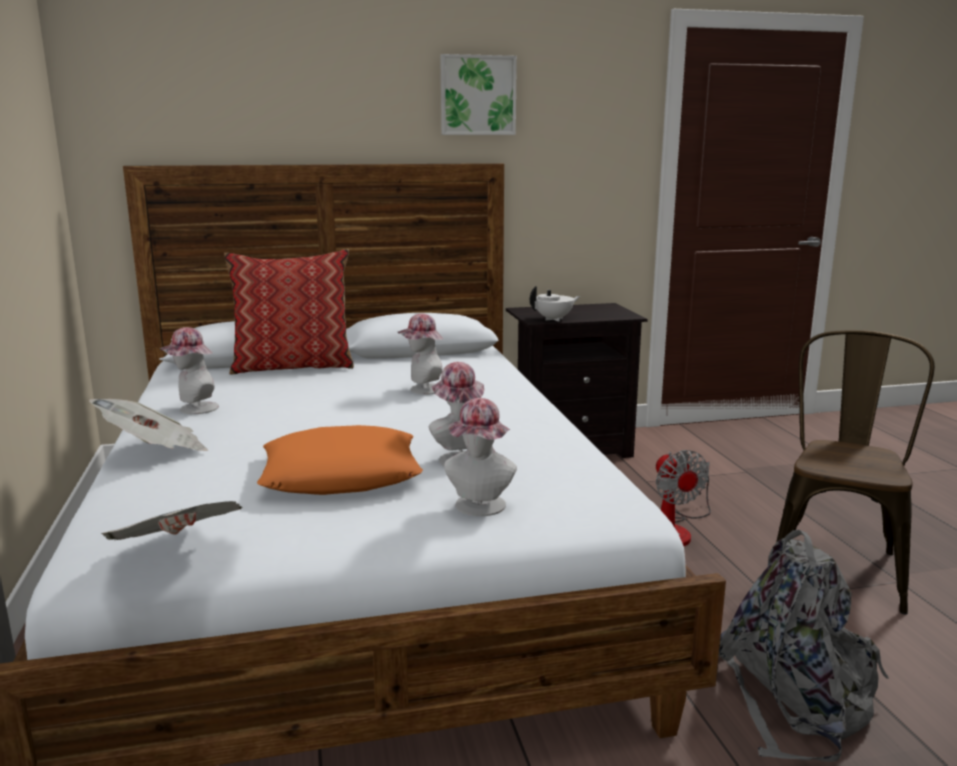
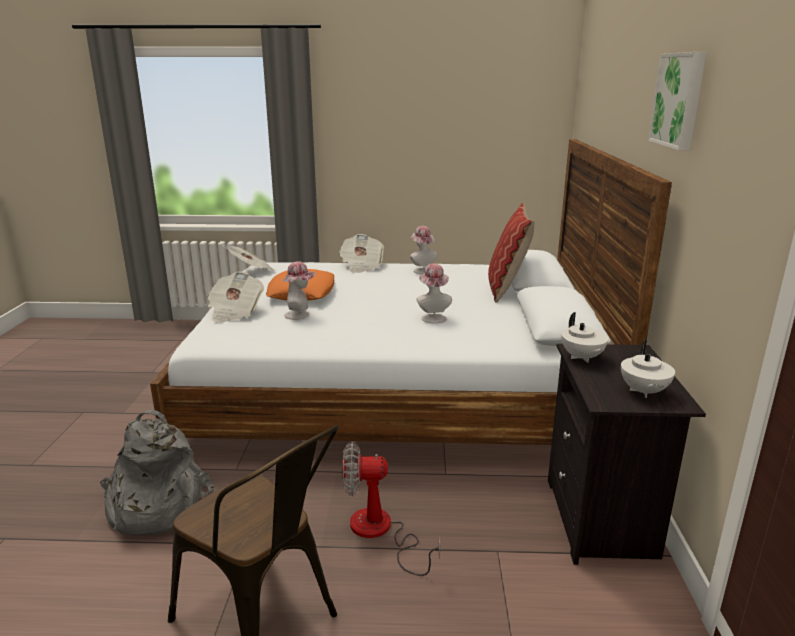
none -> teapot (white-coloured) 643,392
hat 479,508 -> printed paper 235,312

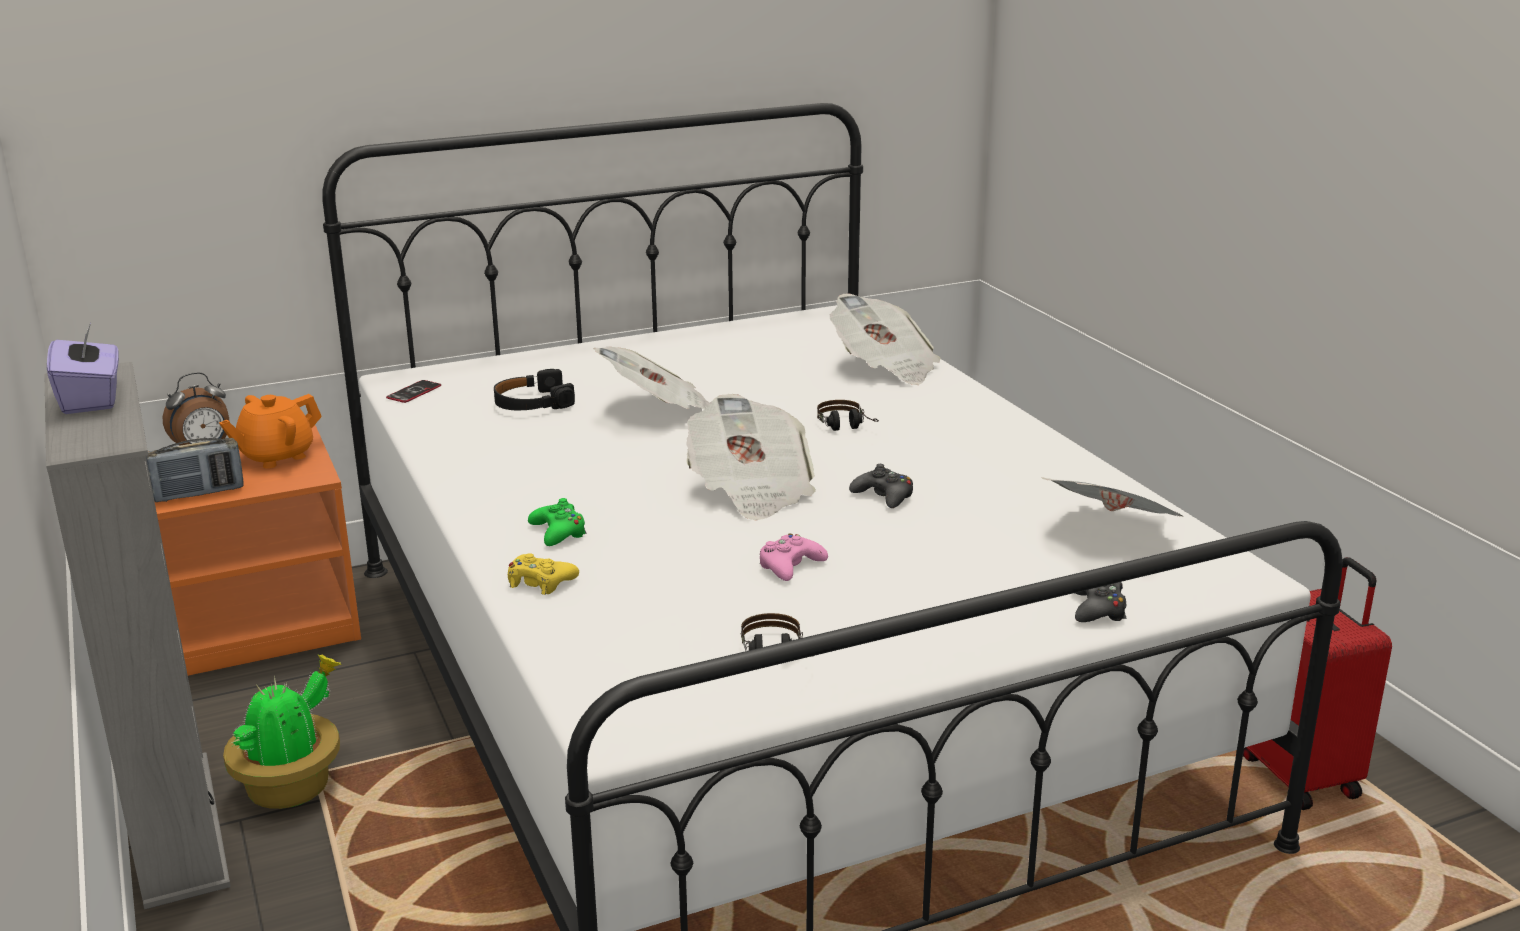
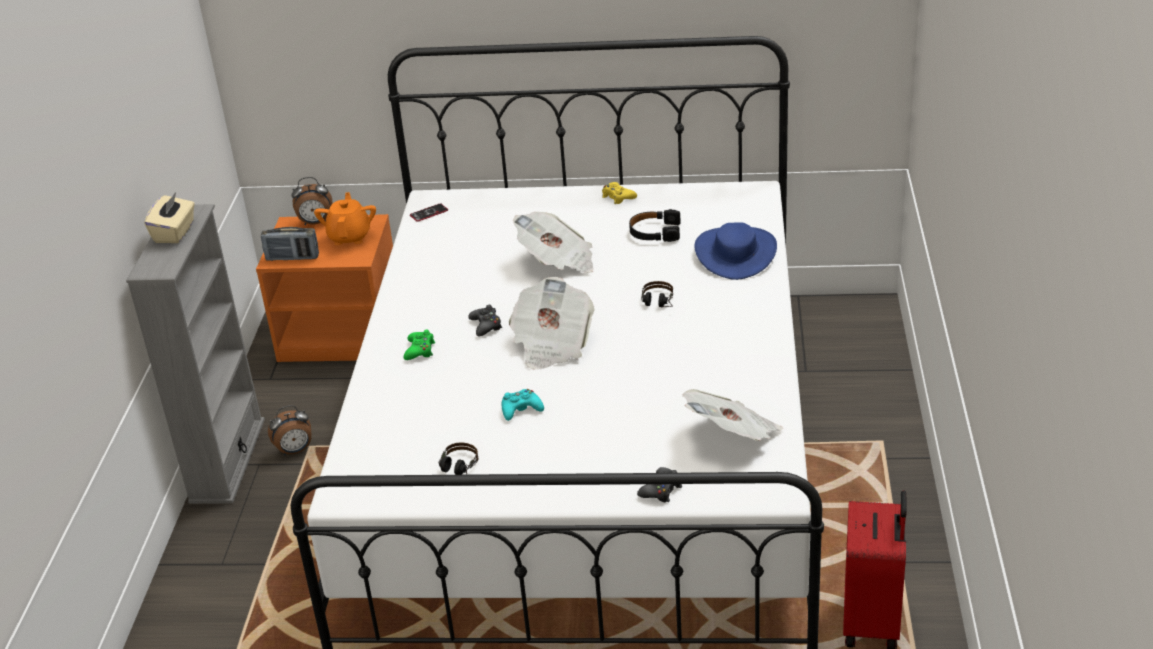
headphones (blackish) 532,403 -> headphones (blackish) 655,232, move
gamepad (yellowish) 540,582 -> gamepad (yellowish) 618,197, move
gamepad (blackish) 884,496 -> gamepad (blackish) 486,326, move
potted plant 292,786 -> alarm clock 295,451
printed paper 885,367 -> hat (bluish) 736,253
box of tissues (purplish) 92,399 -> box of tissues (sand-coloured) 175,233
gamepad (pink-coloured) 790,566 -> gamepad (blue-green) 521,409
teapot (orange-coloured) 276,456 -> teapot (orange-coloured) 350,237, 105 degrees clockwise

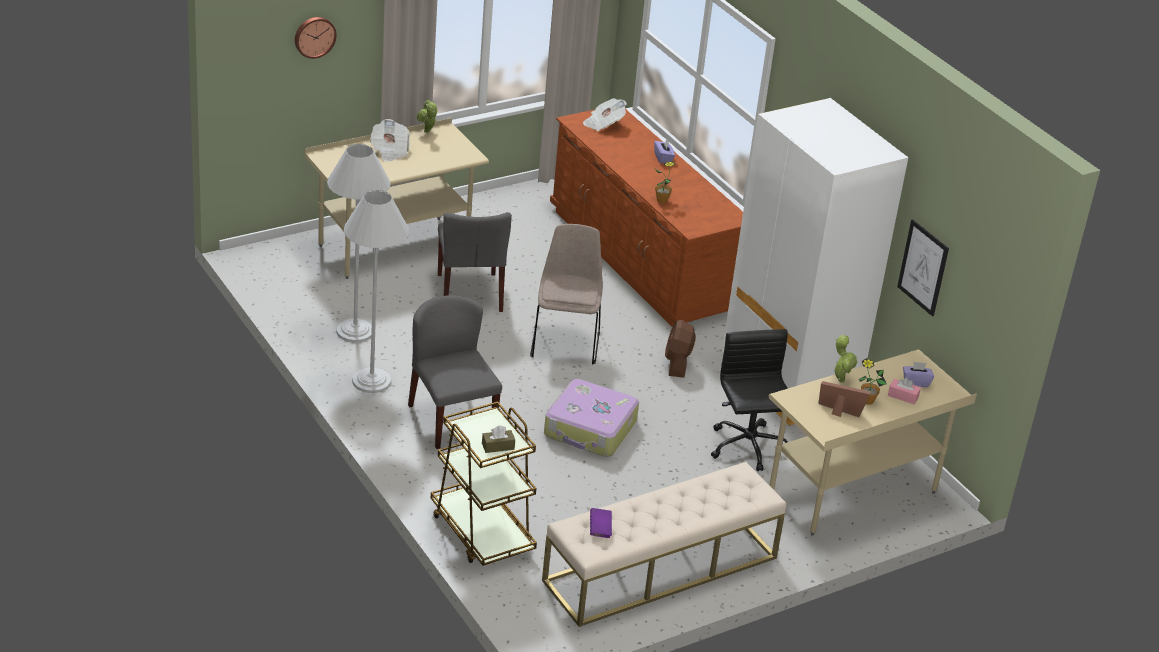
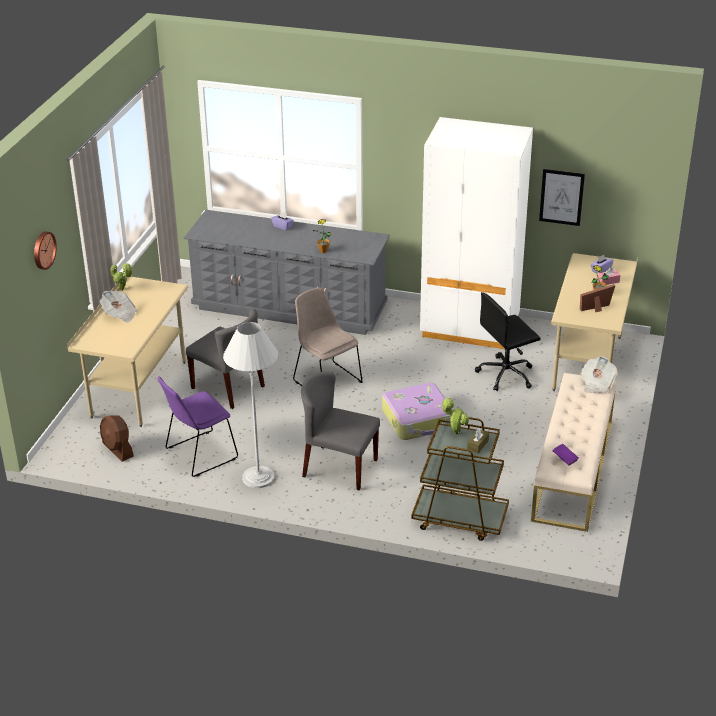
printed paper 603,124 -> printed paper 596,384, move
electric fan (brown-coloured) 677,363 -> electric fan (brown-coloured) 117,450, move
potted plant 840,379 -> potted plant 455,432, move
floor lamp (white-coloured) 355,331 -> upright chair (purplish) 199,455
dresser (brown-coloured) 640,259 -> dresser (grey) 289,307
office chair (blackish) 748,447 -> office chair (blackish) 506,374, 60 degrees counterclockwise

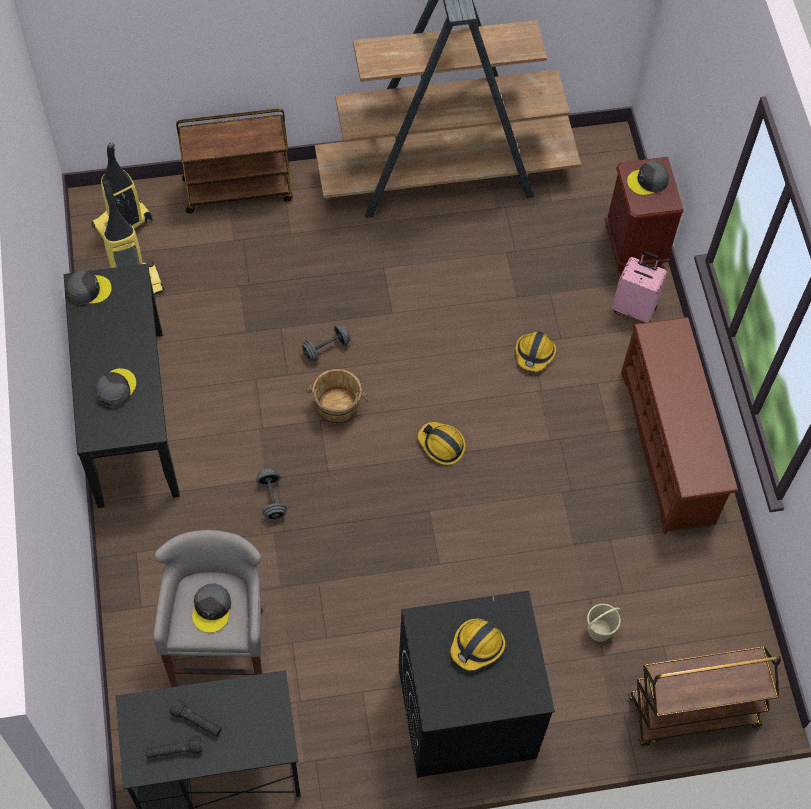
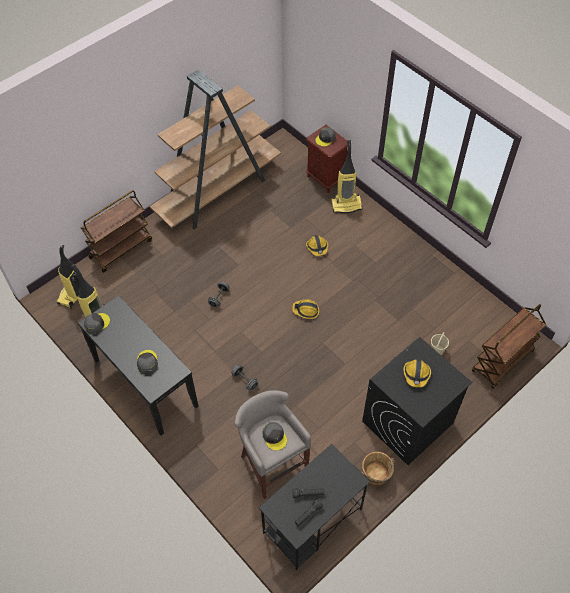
shoe rack (brown-coloured) 669,447 -> none
water bucket (brown-coloured) 337,408 -> water bucket (brown-coloured) 376,475, move
piece of luggage (pink-coloured) 634,308 -> hoover 346,204

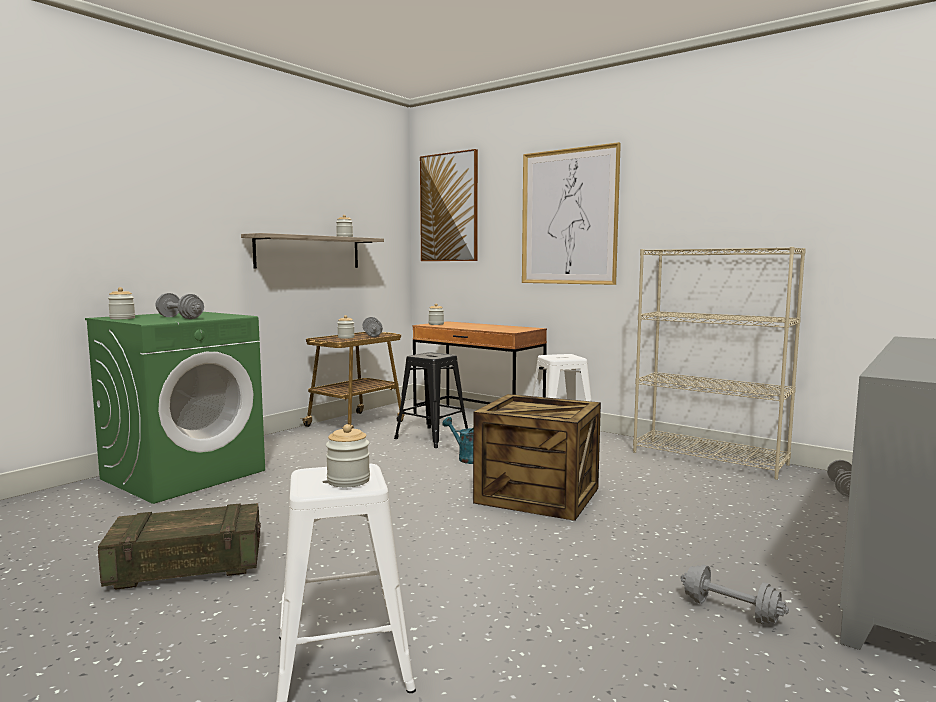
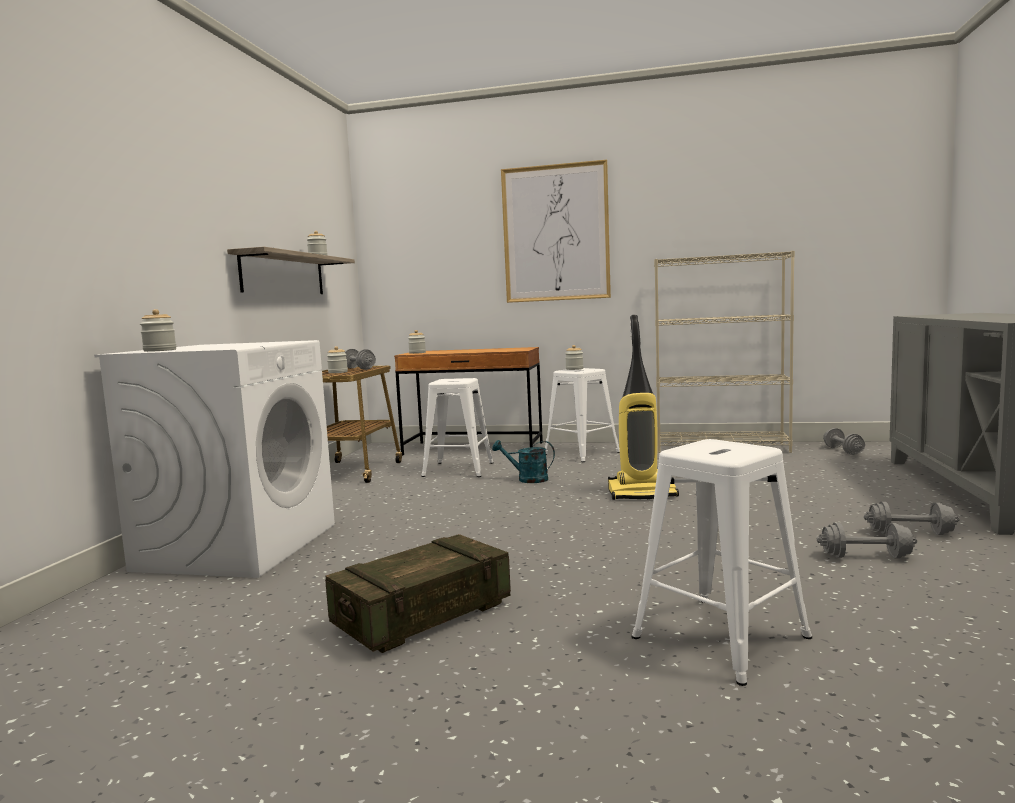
picture 449,207 -> none
dumbbell (grey) 180,318 -> dumbbell (grey) 865,556, move
jar 348,481 -> jar 574,369, move
crate 538,495 -> hoover 642,493
washing machine (green) 184,474 -> washing machine (white-coloured) 239,546
stool (blackish) 431,437 -> stool (white-coloured) 457,469

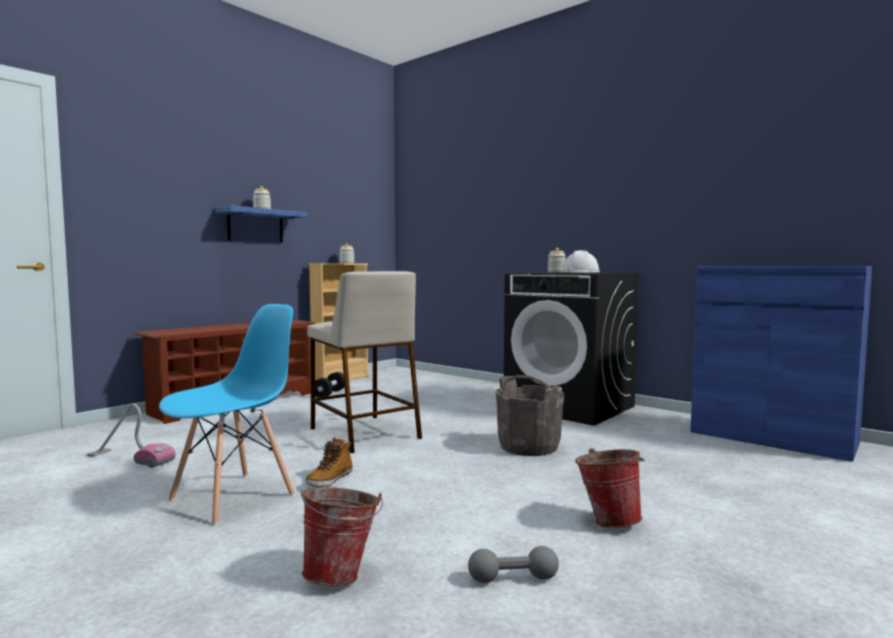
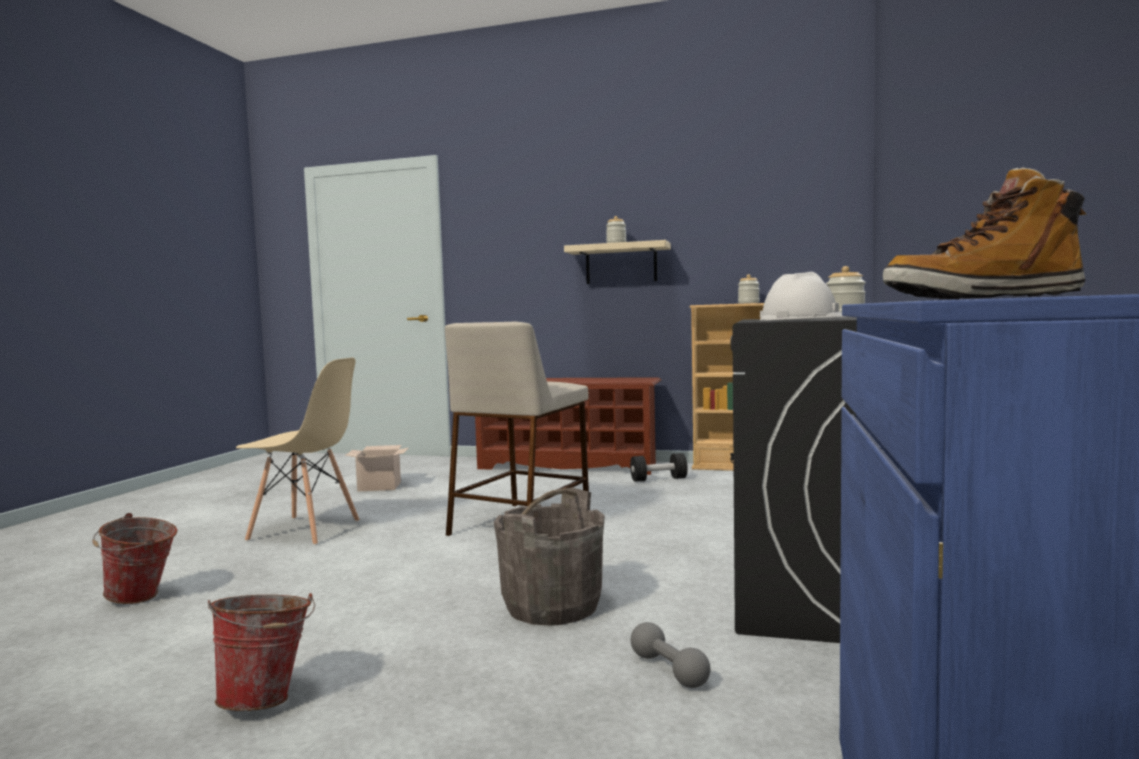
boot 330,480 -> boot 982,298, move
dumbbell (grey) 513,579 -> dumbbell (grey) 669,670, move
hoover 130,458 -> cardboard box 380,486
upright chair (bluish) 233,497 -> upright chair (sand-coloured) 305,531
wall shelf (bluish) 255,226 -> wall shelf (sand-coloured) 621,264

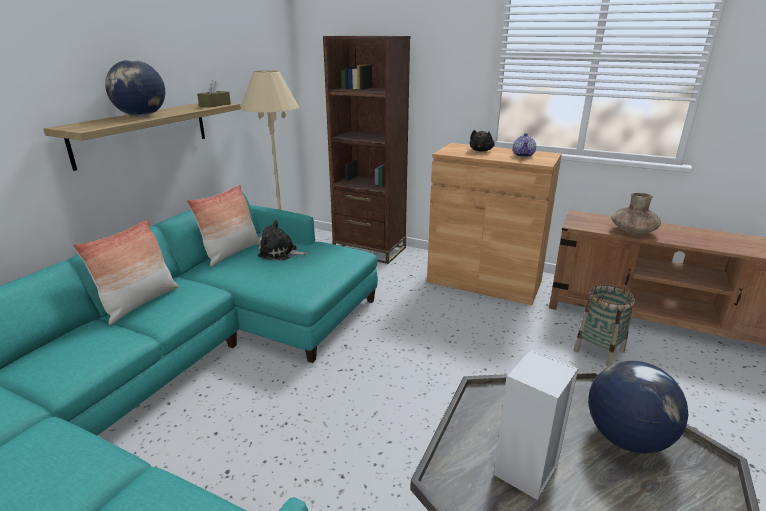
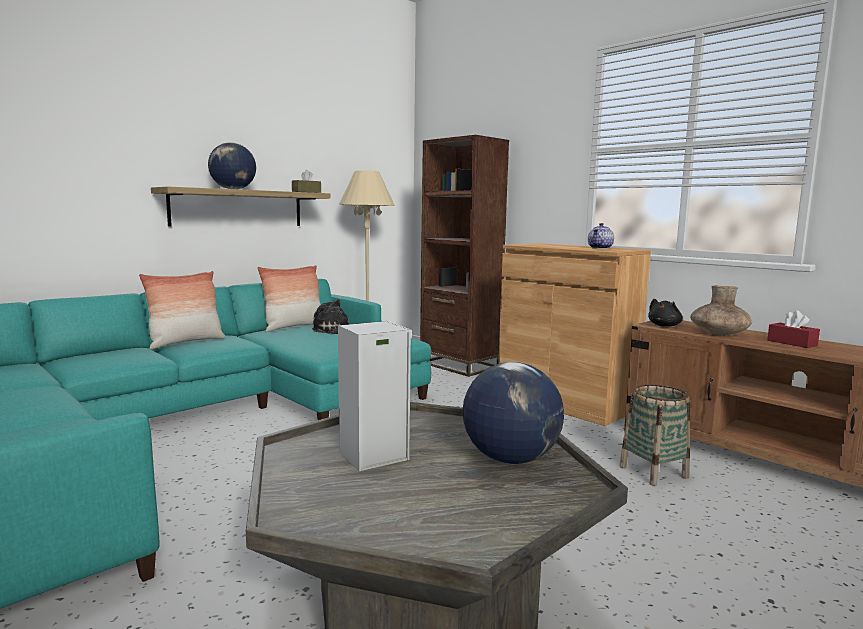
none -> box of tissues (red-coloured) 792,343
cuddly toy (blackish) 481,150 -> cuddly toy (blackish) 665,326, move

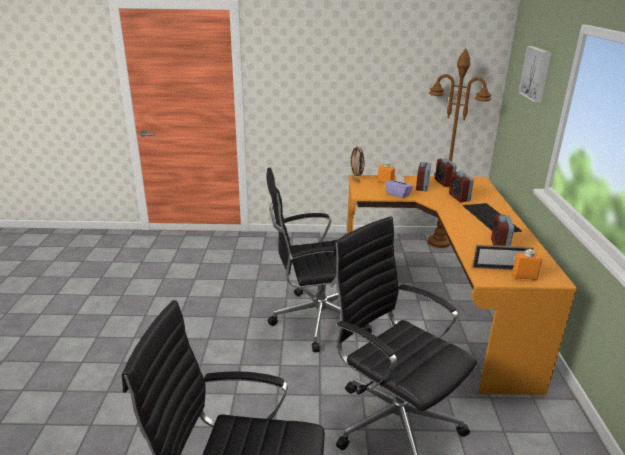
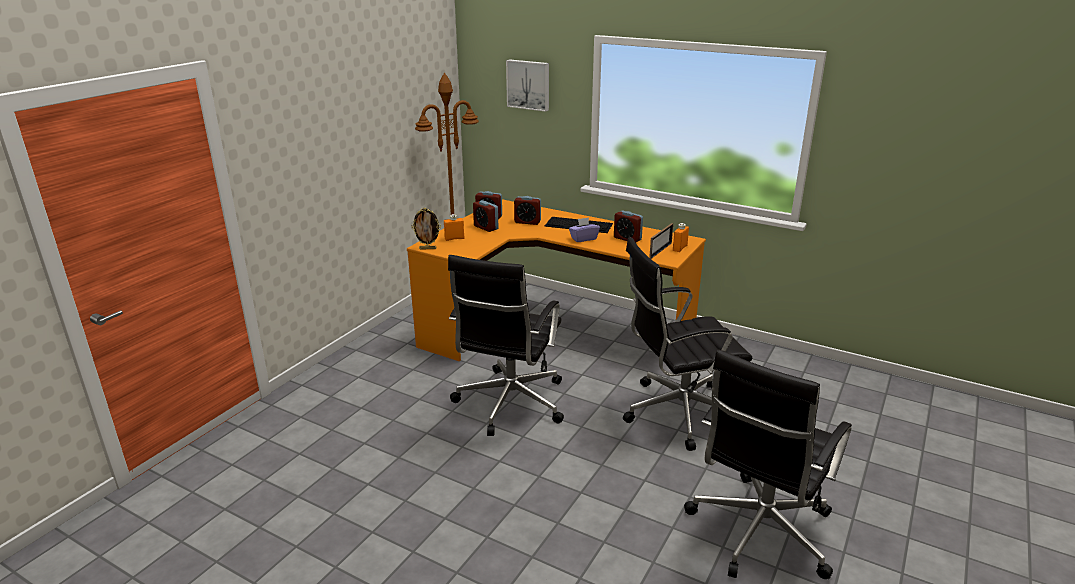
box of tissues (purplish) 398,194 -> box of tissues (purplish) 583,238, move

